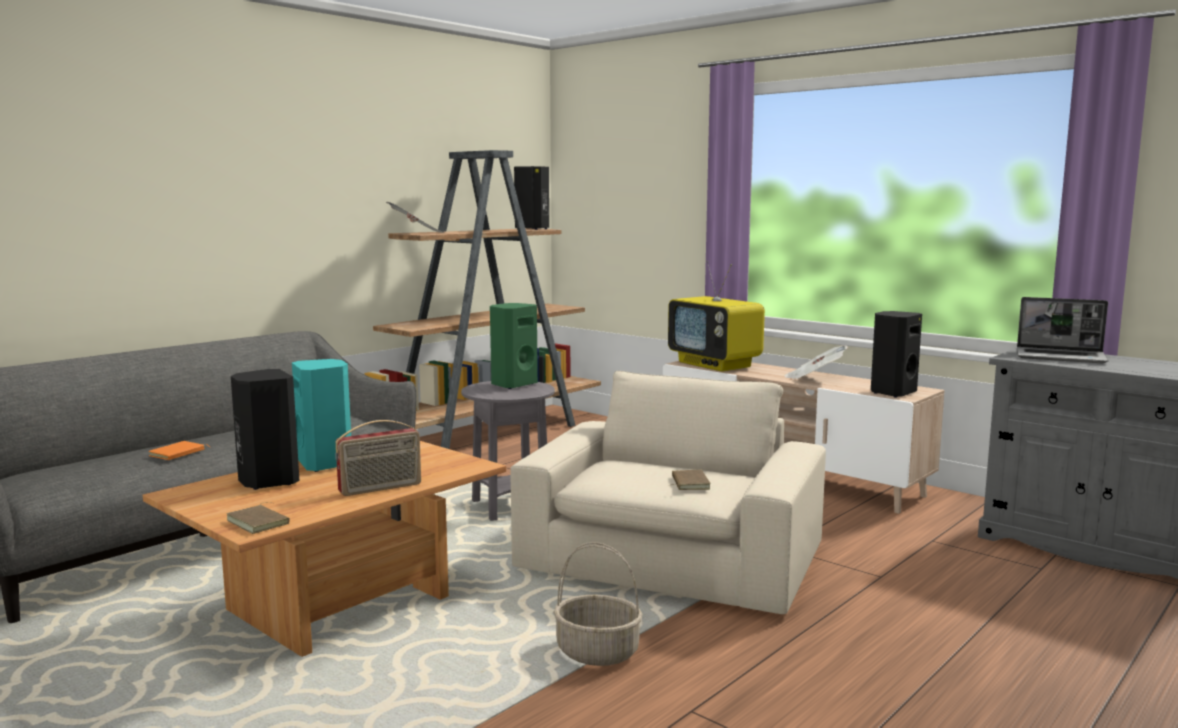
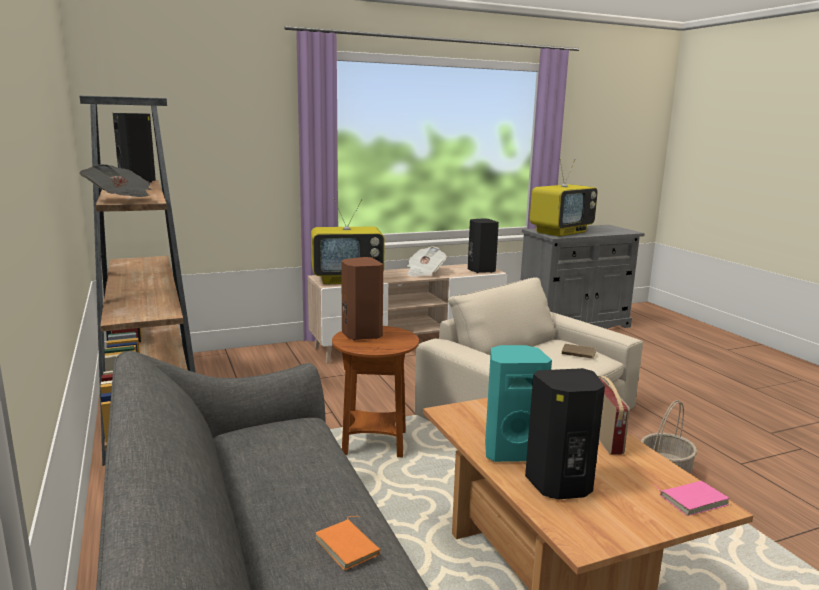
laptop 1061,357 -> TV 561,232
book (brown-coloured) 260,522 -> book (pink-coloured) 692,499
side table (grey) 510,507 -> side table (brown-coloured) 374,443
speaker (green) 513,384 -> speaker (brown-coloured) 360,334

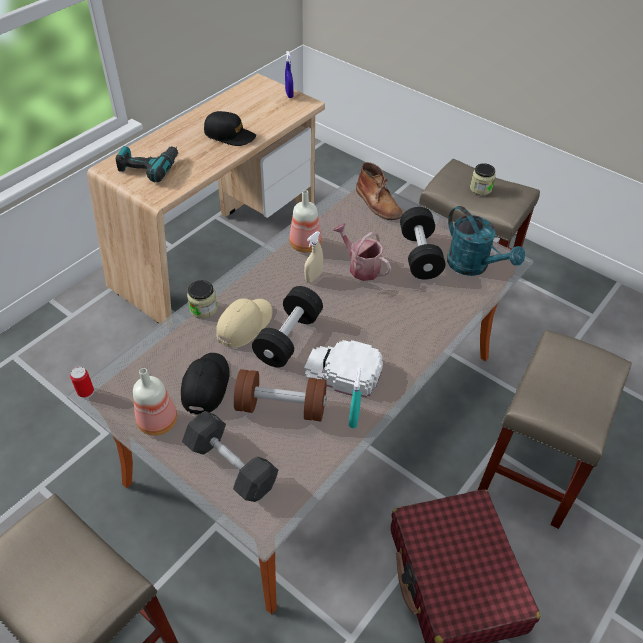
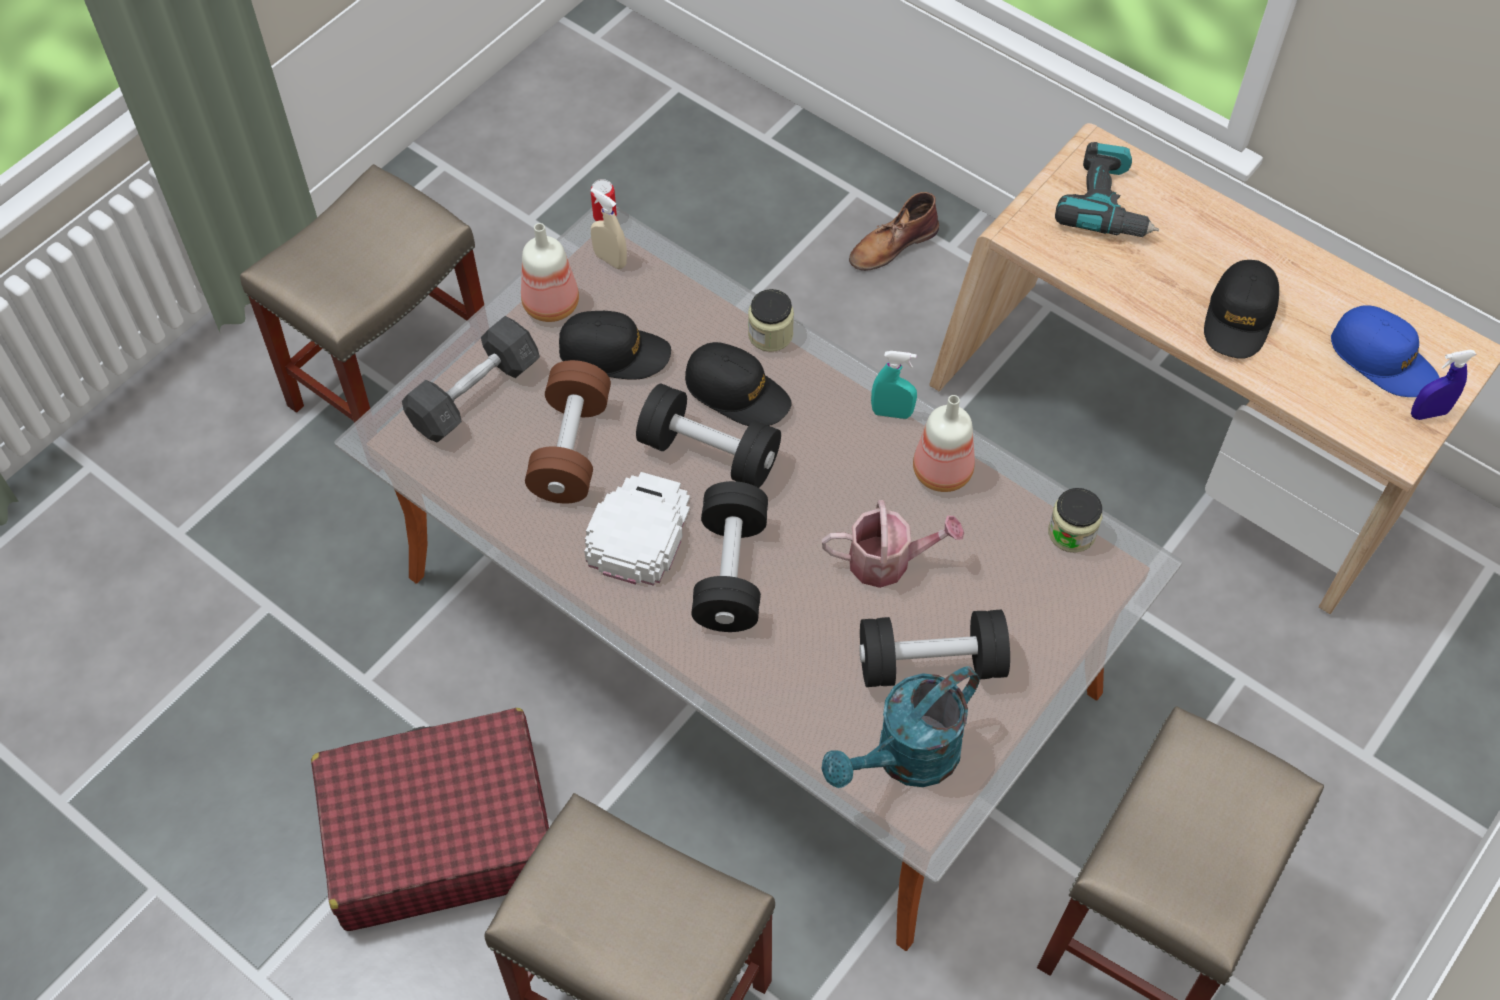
none -> dumbbell (blackish) 730,572
none -> baseball cap (bluish) 1382,359
hand sprayer (sand-coloured) 313,277 -> hand sprayer (sand-coloured) 610,259, move
hand sprayer (blue-green) 354,418 -> hand sprayer (blue-green) 892,413, move
boot (brown-coloured) 378,203 -> boot (brown-coloured) 892,245, move
jar 480,188 -> jar 1071,532, move
baseball cap (sand-coloured) 245,324 -> baseball cap (blackish) 737,392
watering pot 361,267 -> watering pot 888,561, 45 degrees clockwise

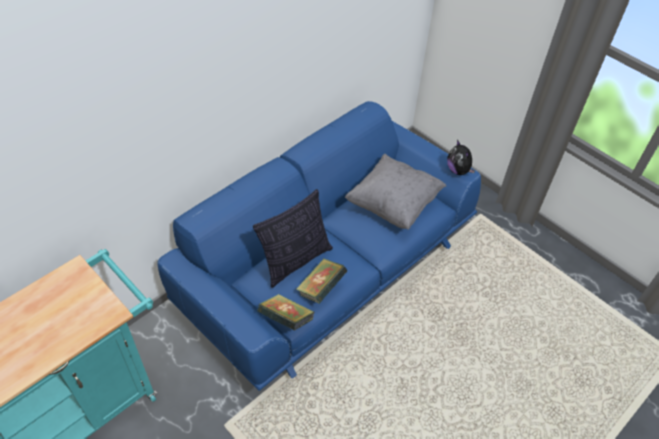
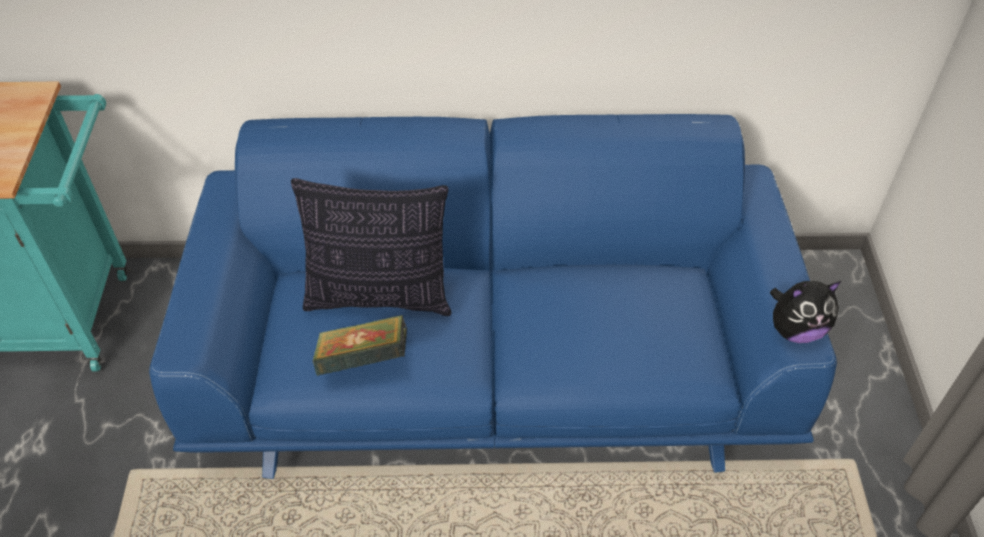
book 286,320 -> none
cushion (grey) 393,205 -> none
cuddly toy 458,170 -> cuddly toy 795,330, 120 degrees counterclockwise

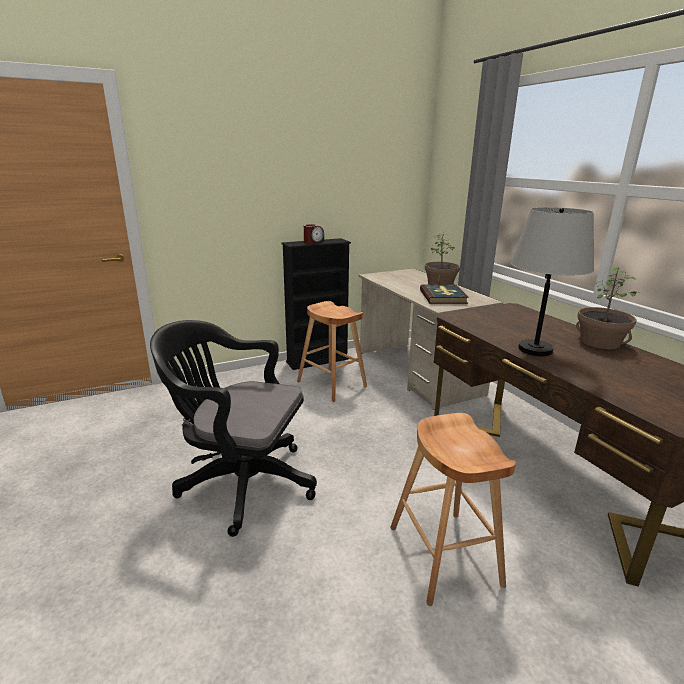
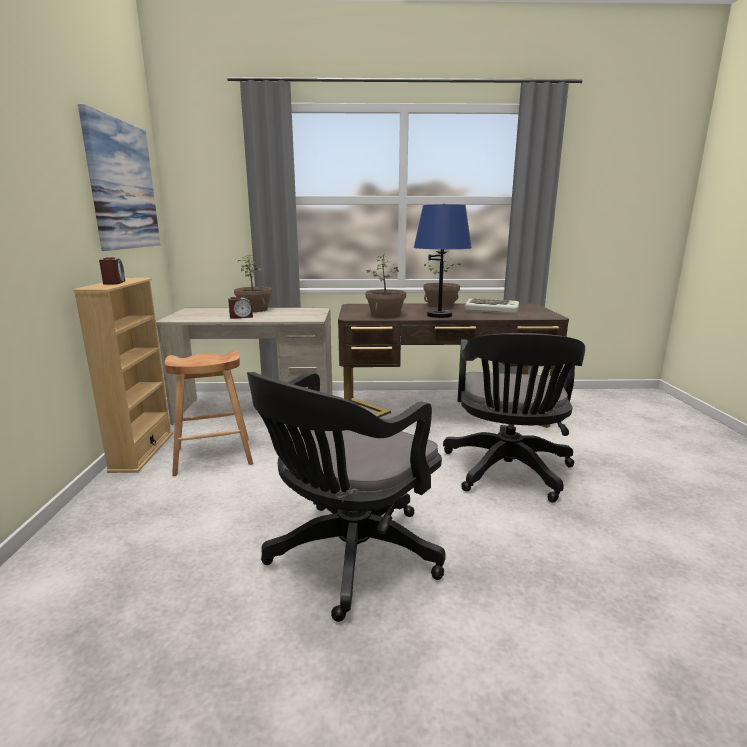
book 443,297 -> none
none -> picture 122,185
none -> alarm clock 241,317
none -> potted plant 386,315
none -> keyboard 492,310
stool (brown-coloured) 444,555 -> office chair (blackish) 507,472
shelving unit (blackish) 317,360 -> shelving unit (sand-coloured) 142,452
table lamp (grey) 535,350 -> table lamp (bluish) 440,315

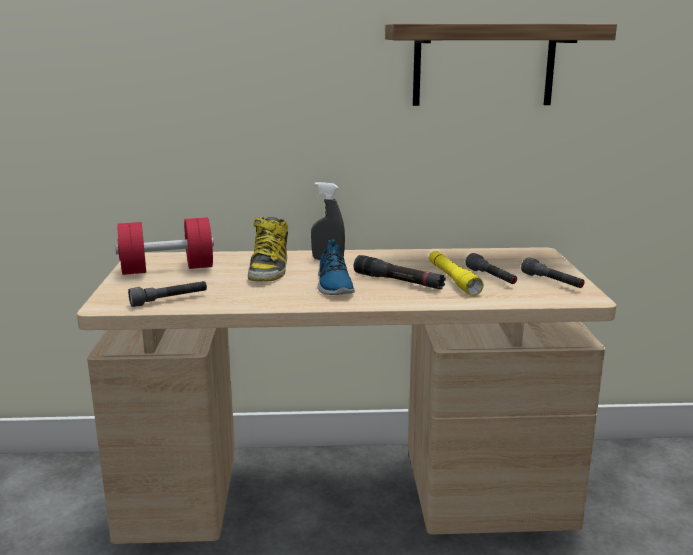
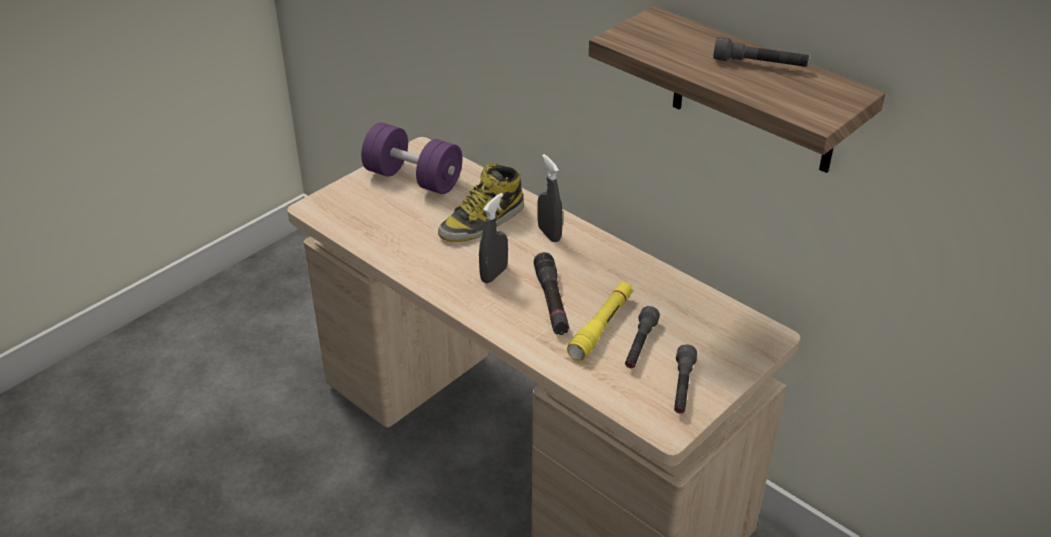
flashlight (grey) 169,300 -> flashlight (grey) 759,64, move
item of footwear 333,285 -> hand sprayer (grey) 494,274
dumbbell (red-coloured) 167,269 -> dumbbell (purplish) 413,179

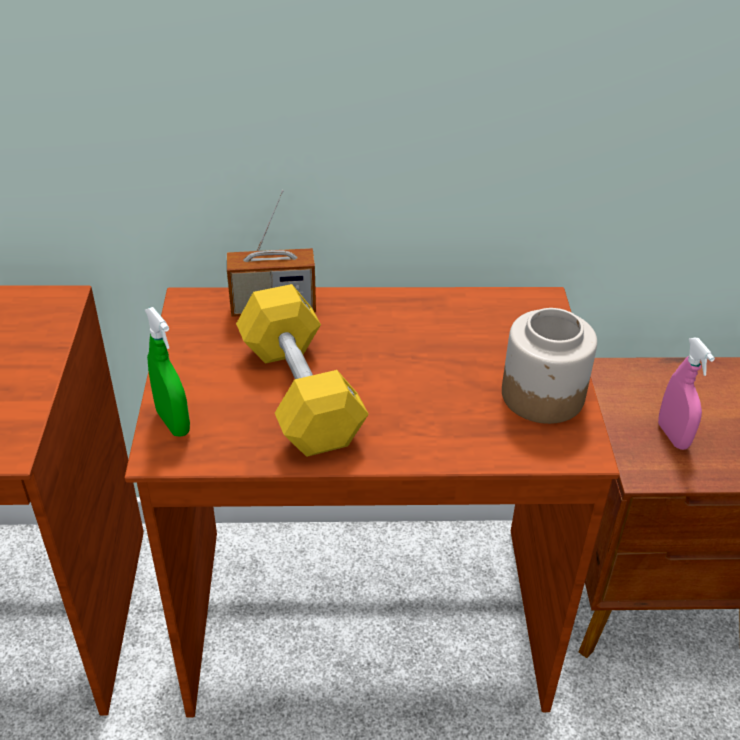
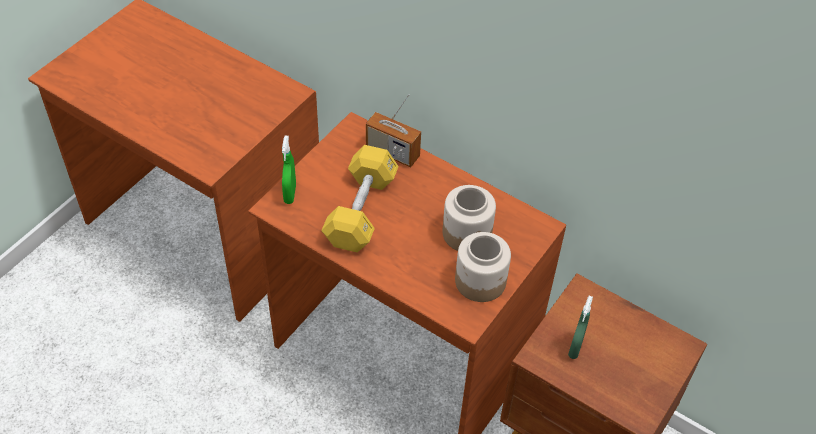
none -> jar 467,233
hand sprayer (pink-coloured) 673,436 -> hand sprayer (green) 575,347

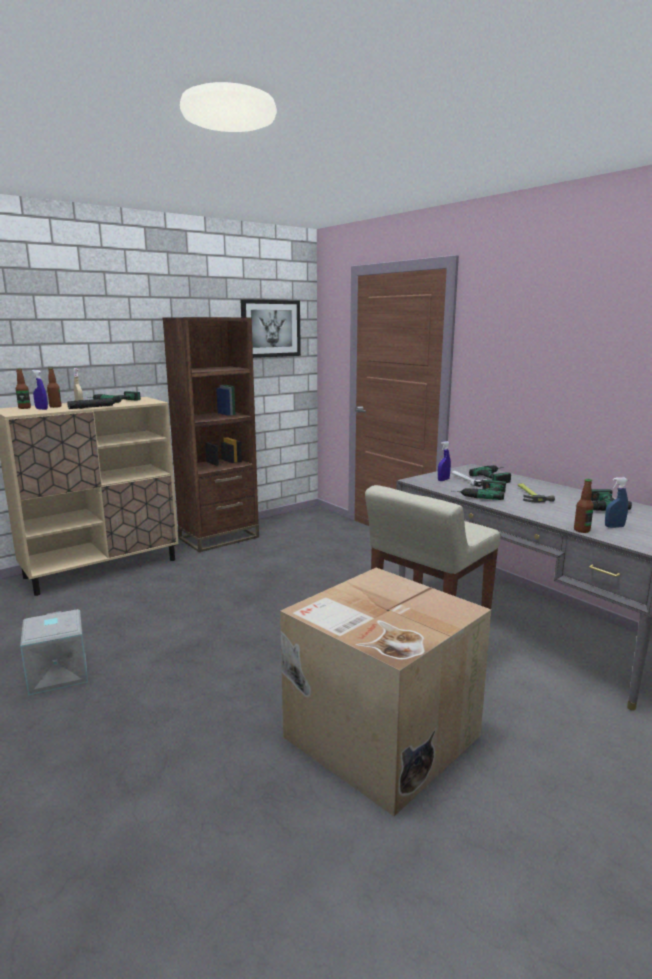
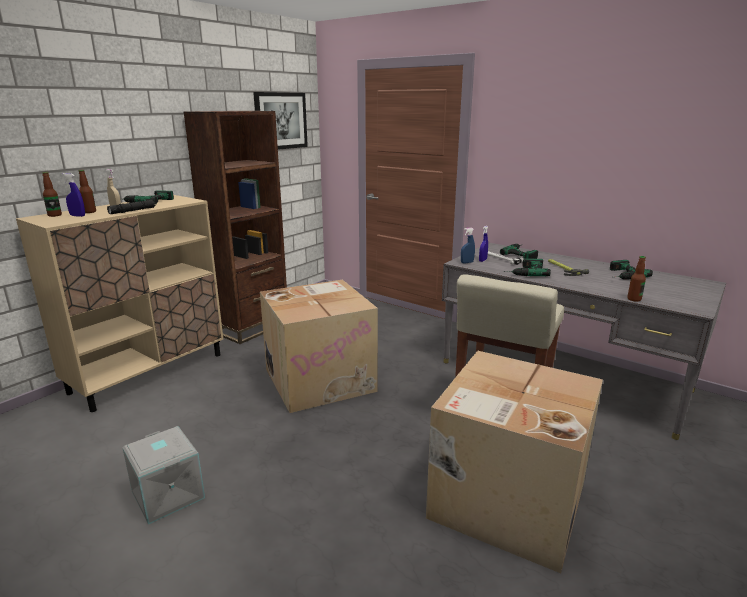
none -> cardboard box 320,379
hand sprayer (bluish) 614,527 -> hand sprayer (bluish) 467,262, move

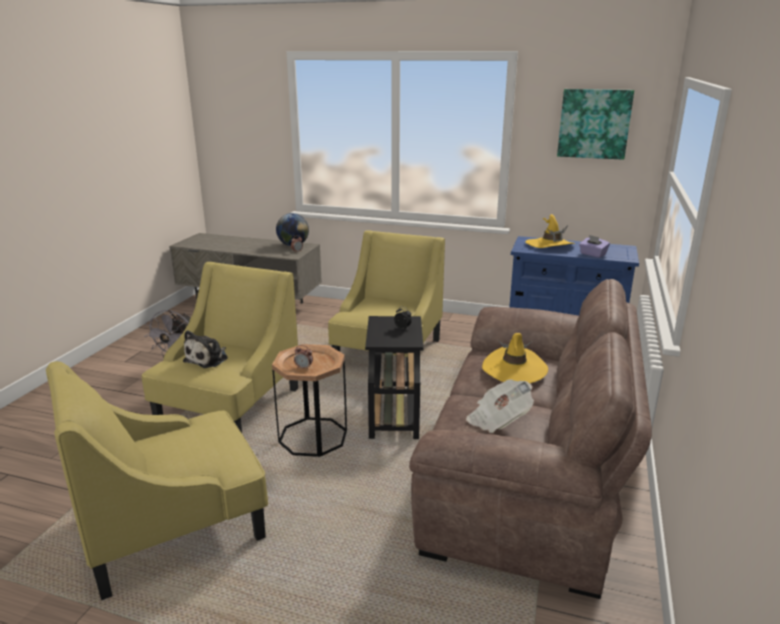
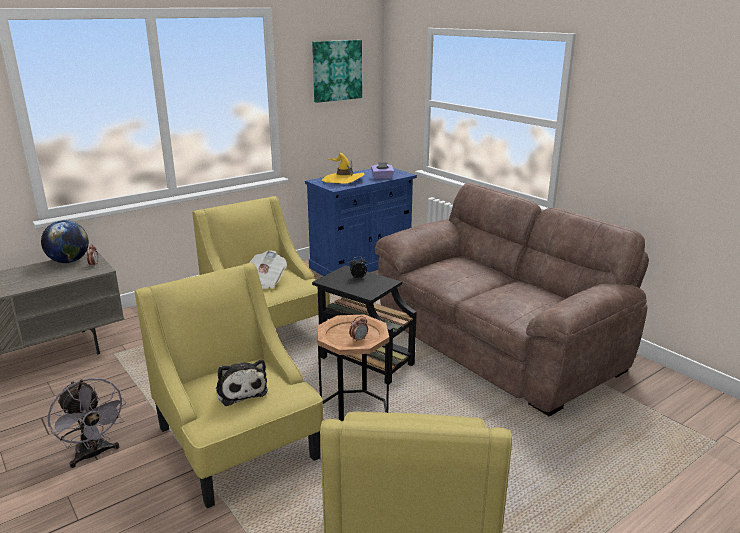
hat (yellowish) 514,369 -> none
printed paper 498,420 -> printed paper 264,282, move

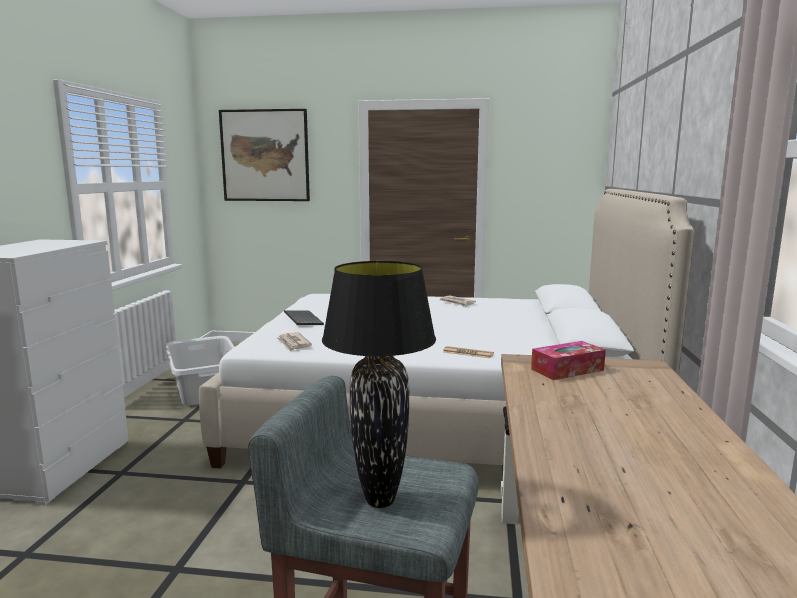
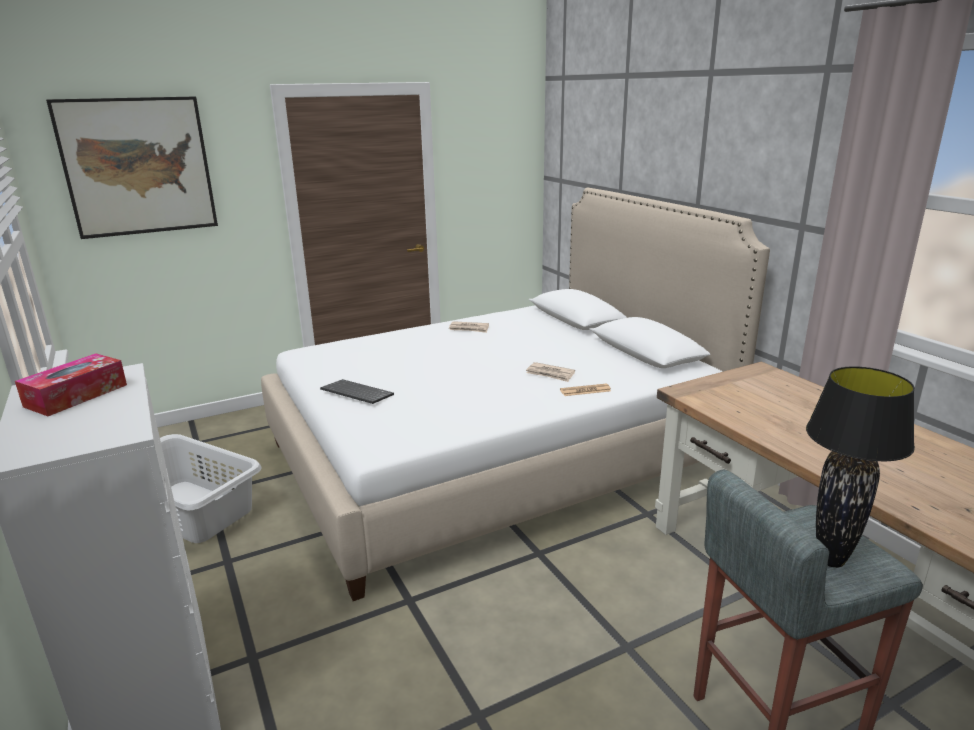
printed paper 293,343 -> printed paper 550,374, move
box of tissues 567,370 -> box of tissues 76,395, move

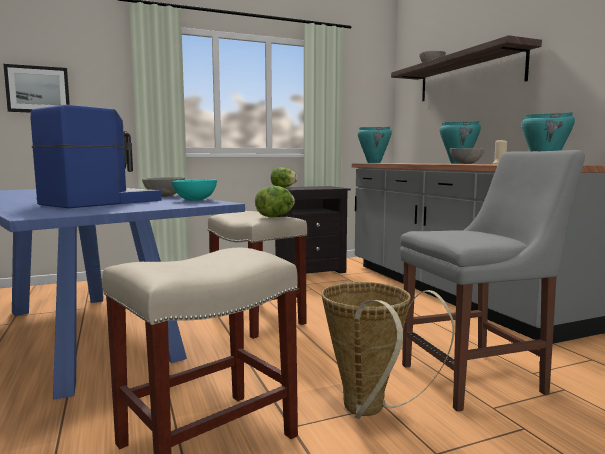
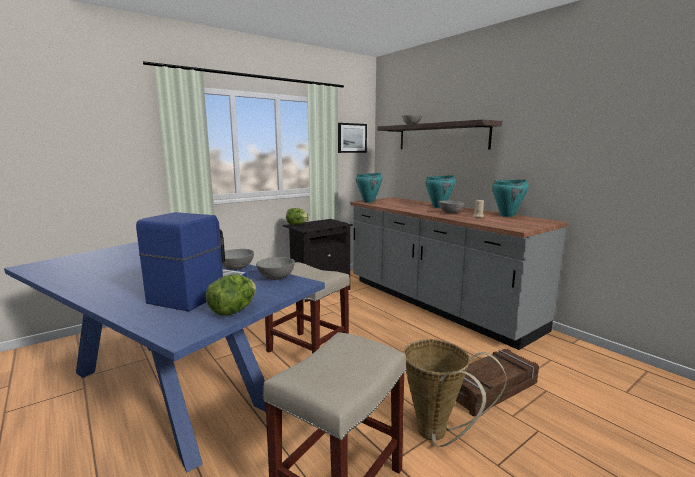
picture 38,89 -> picture 352,138, move
lettuce head 275,216 -> lettuce head 233,311, move
upright chair (grey) 478,378 -> crate 491,389
serving bowl (blue-green) 194,200 -> serving bowl (grey) 276,278

